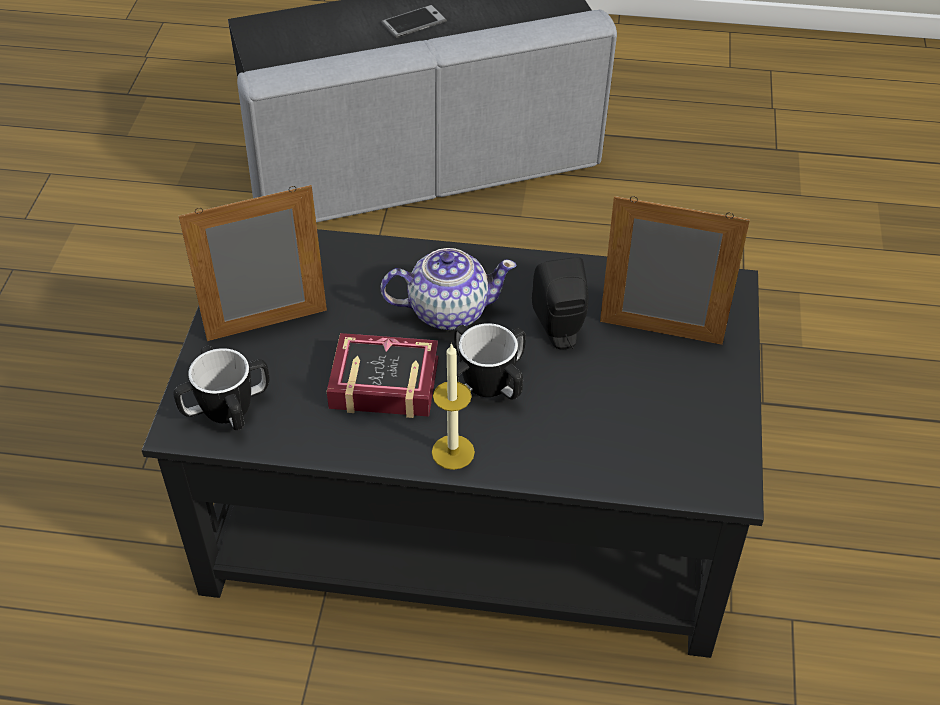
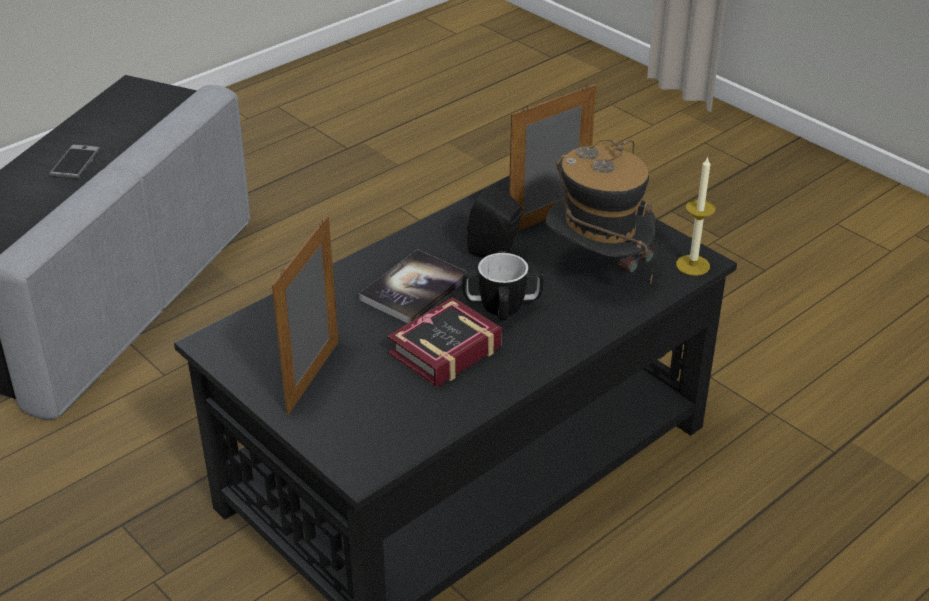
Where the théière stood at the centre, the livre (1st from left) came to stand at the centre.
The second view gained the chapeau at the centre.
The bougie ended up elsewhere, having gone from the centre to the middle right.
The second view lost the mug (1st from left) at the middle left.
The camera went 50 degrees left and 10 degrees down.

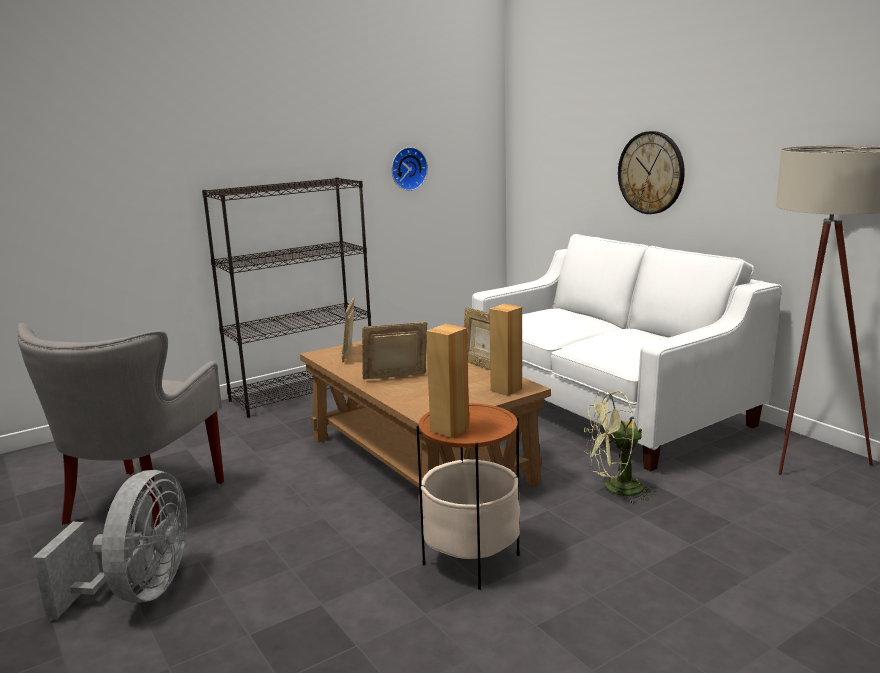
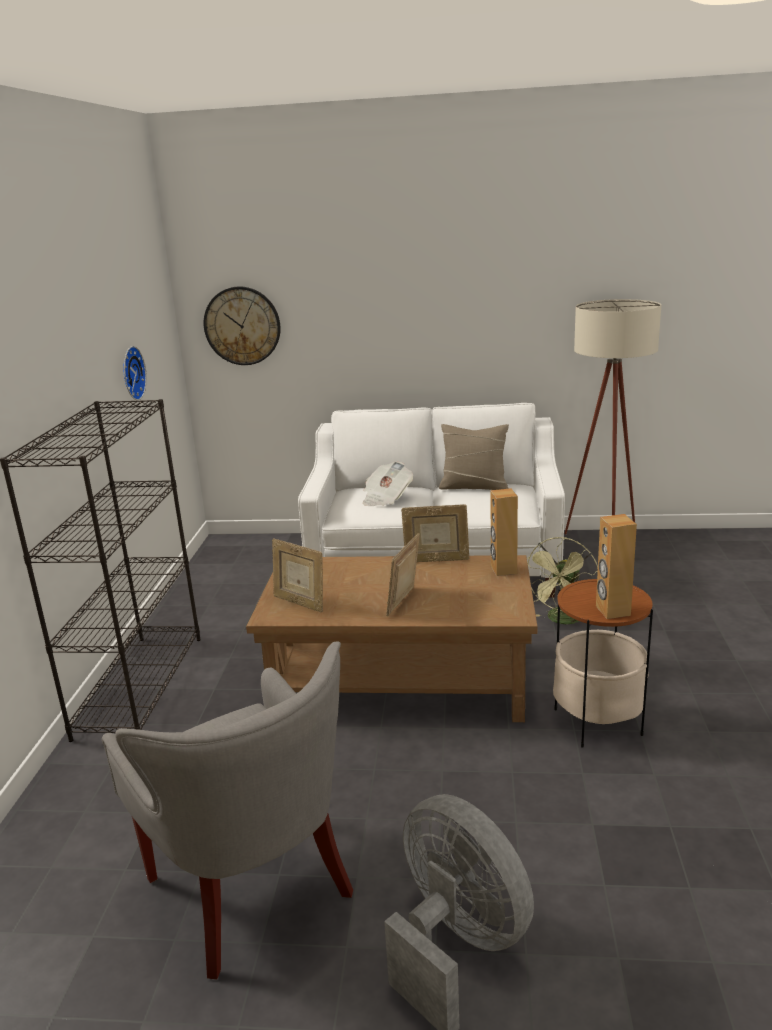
The horloge murale (2nd from left) ended up elsewhere, having gone from the top right to the top left.
The second view gained the journal at the centre.
The second view gained the coussin/beige at the centre.
The camera went 50 degrees left and 5 degrees up.

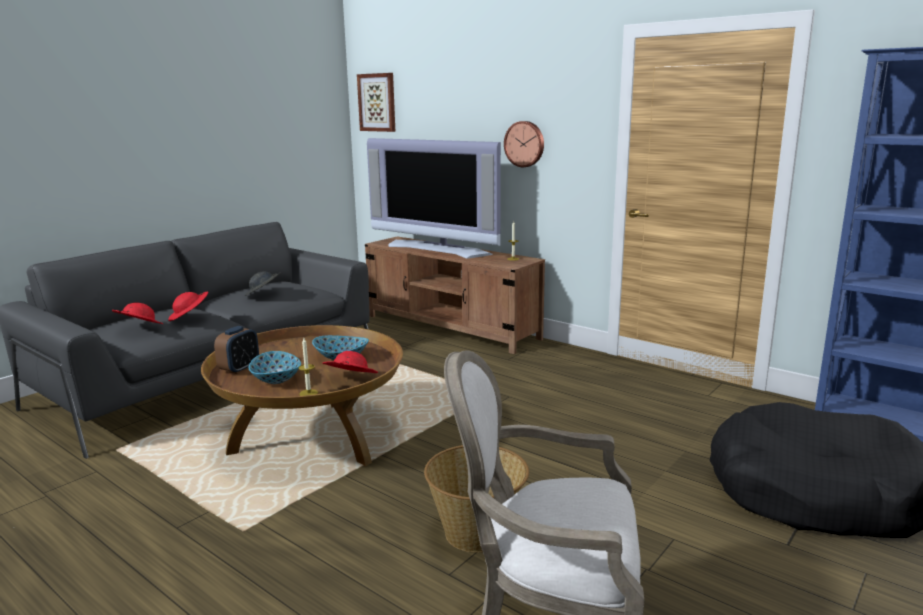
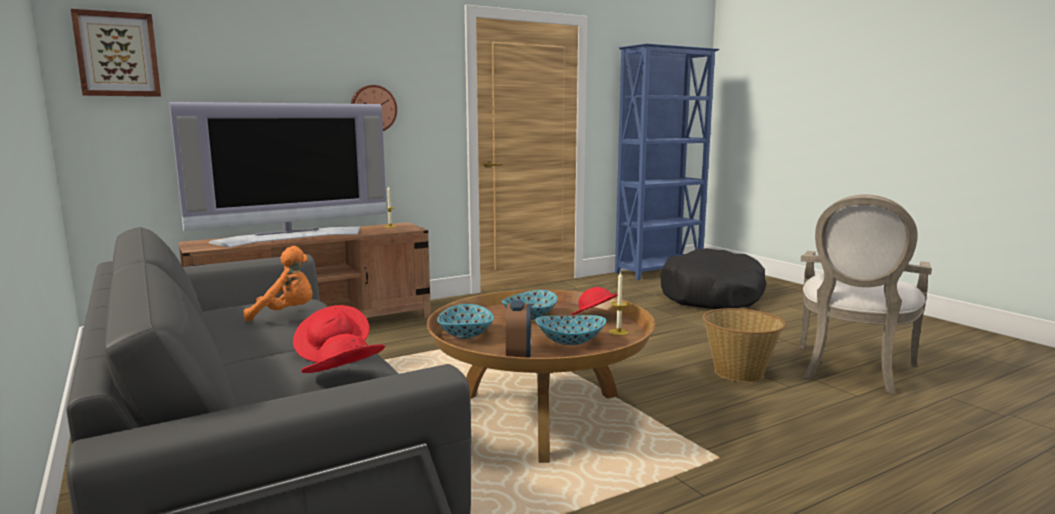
Where the chapeau/gris stood at the middle left, the peluche/orange came to stand at the middle left.
The second view gained the bol (1st from left) at the centre.
The réveil at the middle left ended up facing another way, 45 degrees clockwise from before.
The camera went 70 degrees left and 5 degrees down.

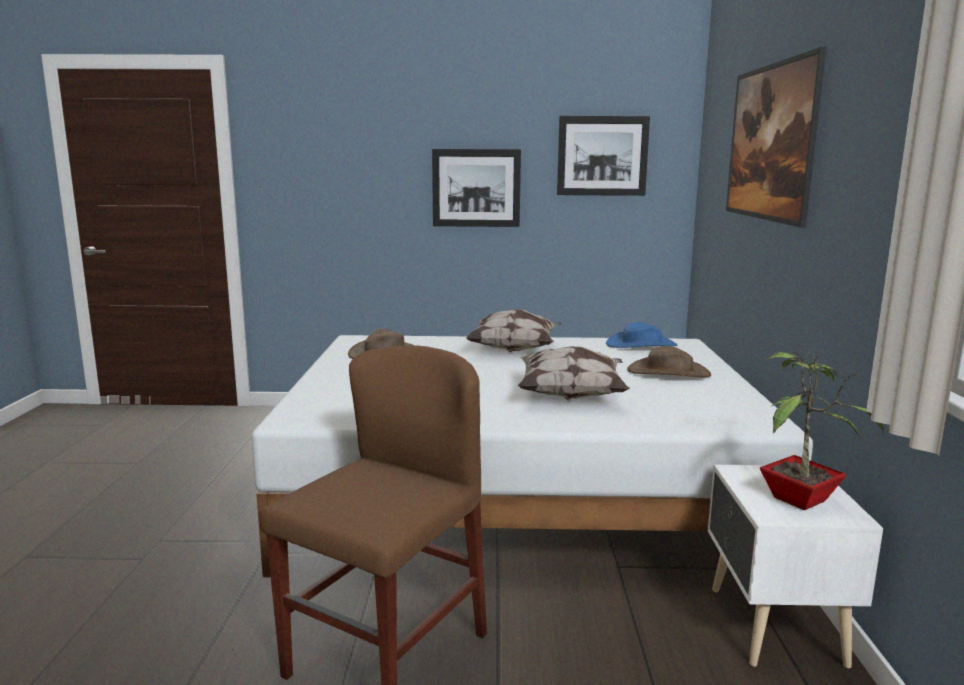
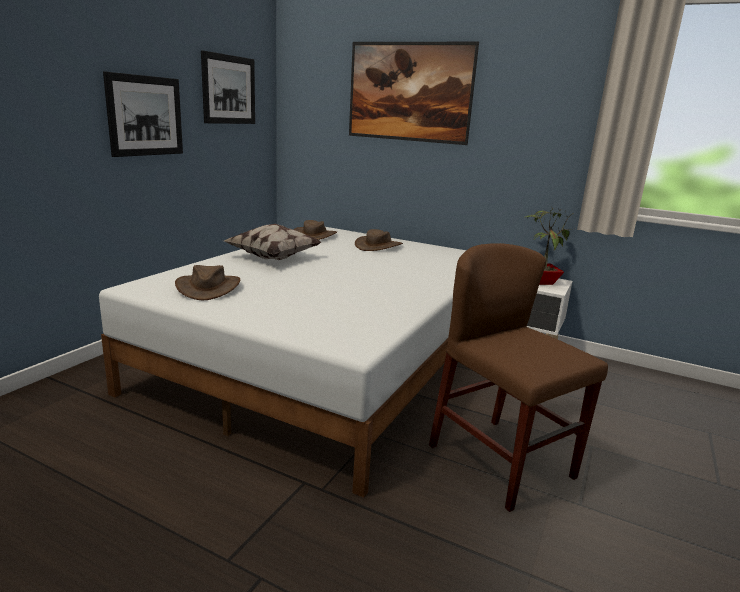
What was the chapeau/bleu at the centre turned into the chapeau/marron (2nd from left) at the centre.
The second view lost the coussin (2nd from left) at the centre.
The camera went 65 degrees left and 5 degrees up.

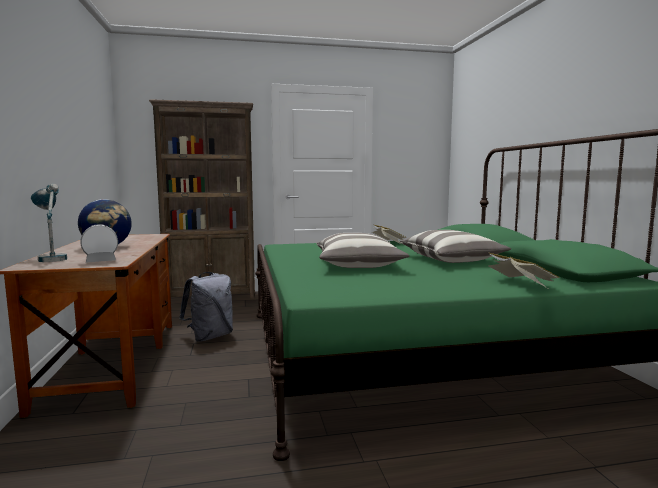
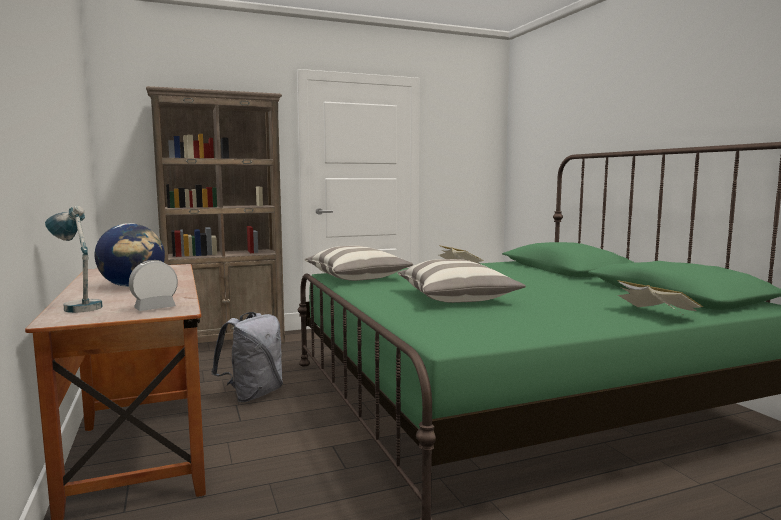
The coussin (2nd from left in the first image) ended up elsewhere, having gone from the middle right to the centre.
The camera went 10 degrees left and 0 degrees up.

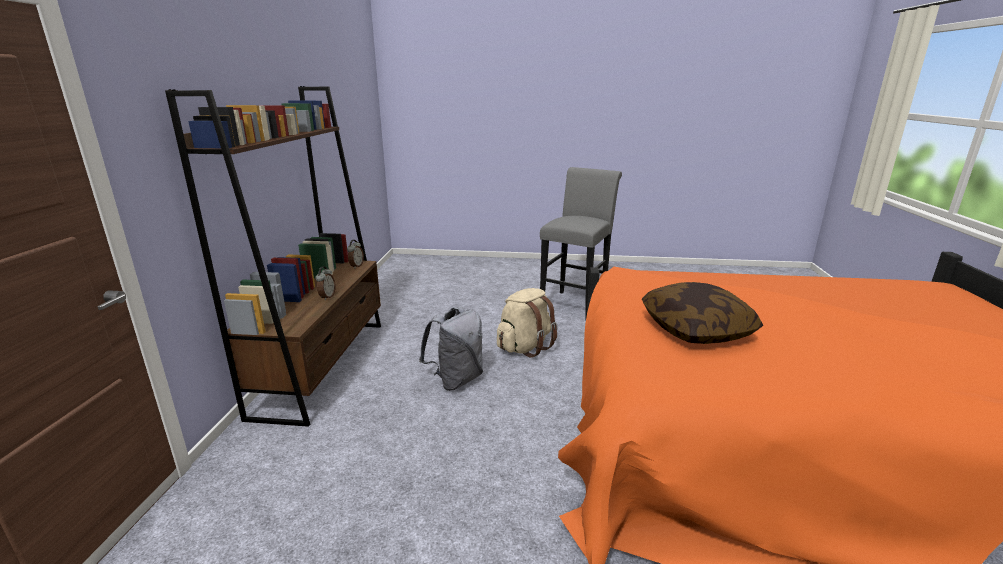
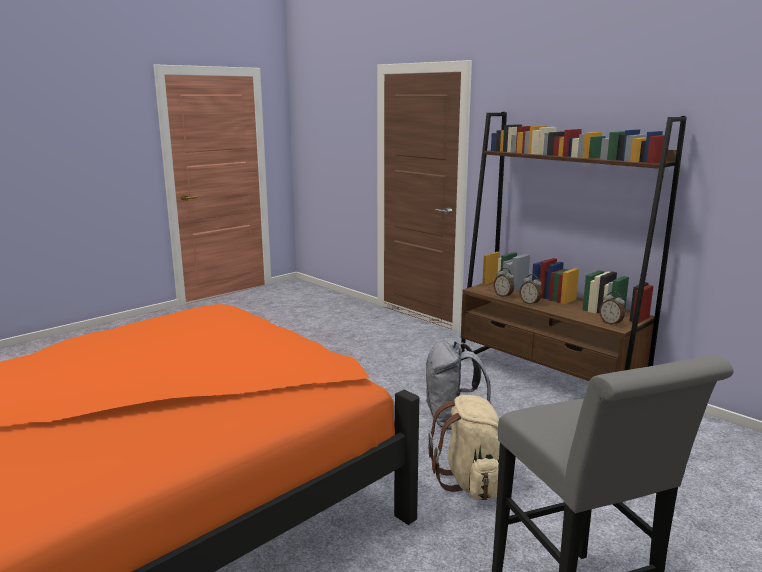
The second view gained the réveil (1st from left) at the centre.
The second view lost the coussin at the middle right.
The camera went 130 degrees right and 5 degrees down.

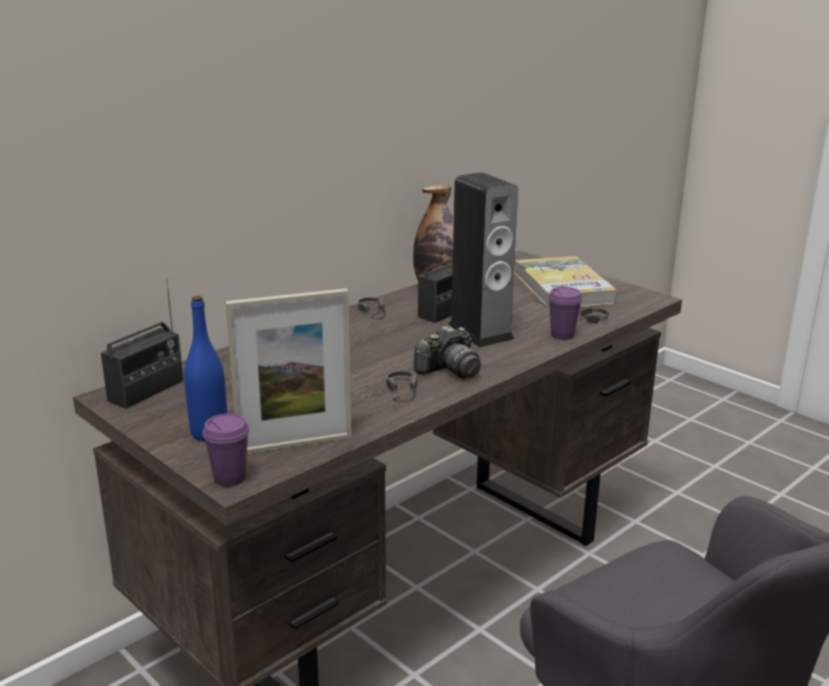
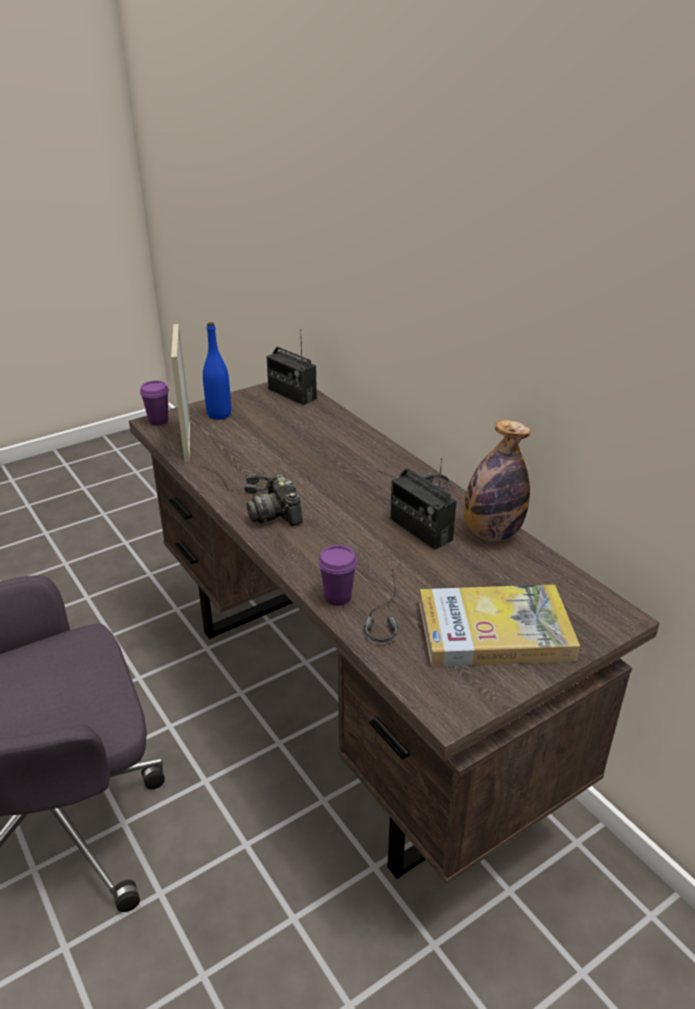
The second view lost the enceinte at the centre.
The camera went 100 degrees right and 10 degrees up.

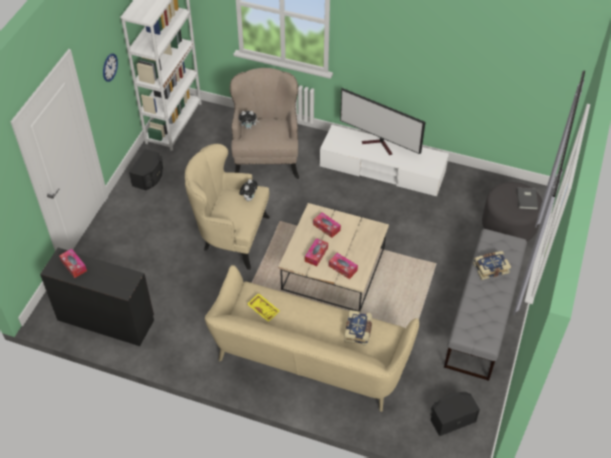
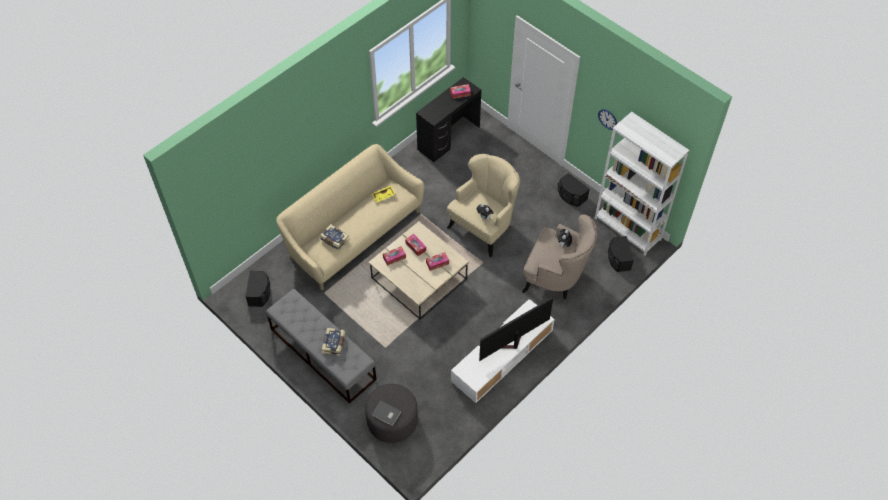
The second view gained the enceinte/noir (3rd from left) at the middle right.
The camera went 115 degrees right and 5 degrees up.

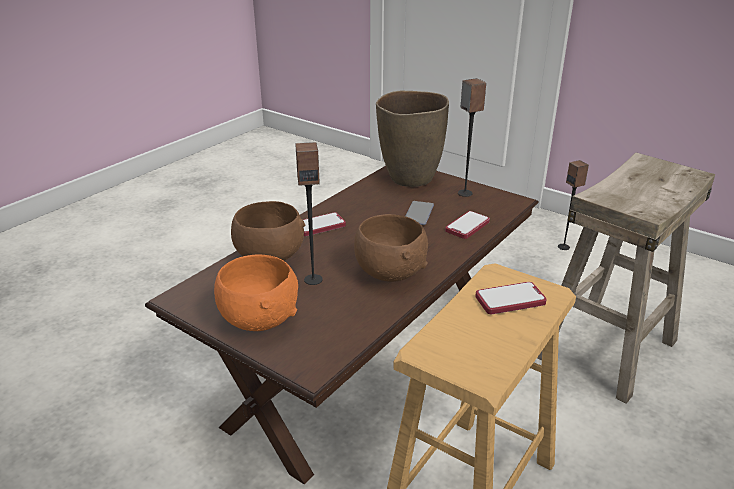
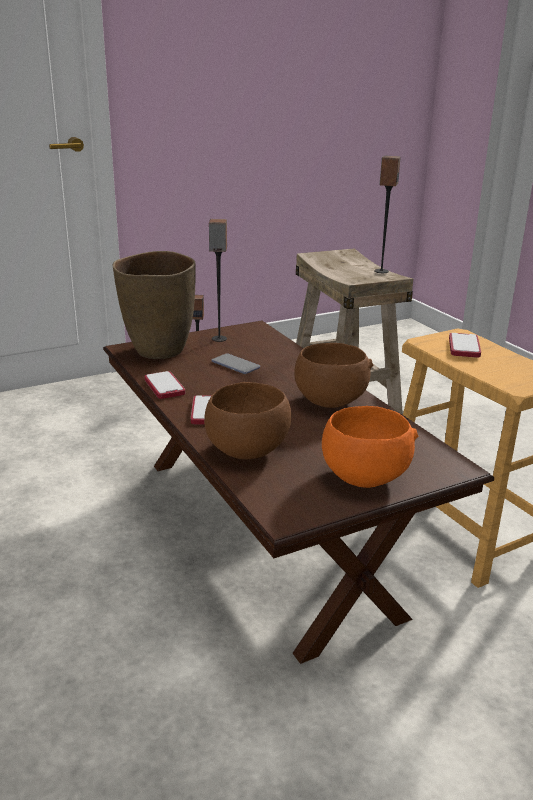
The téléphone (3rd from left in the first image) ended up elsewhere, having gone from the centre to the middle left.
The enceinte (1st from left in the first image) ended up elsewhere, having gone from the centre to the top right.
The camera went 65 degrees left and 5 degrees down.

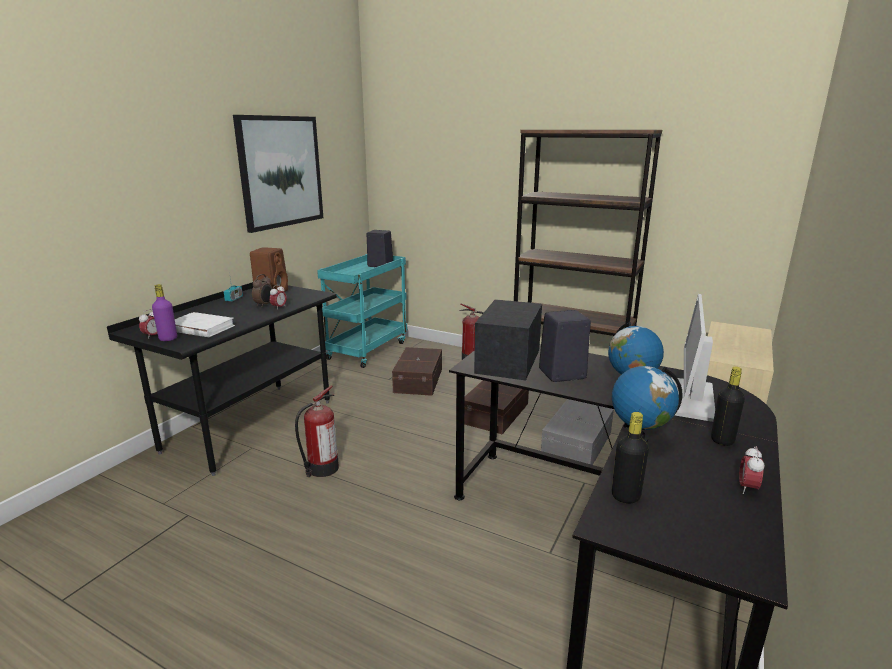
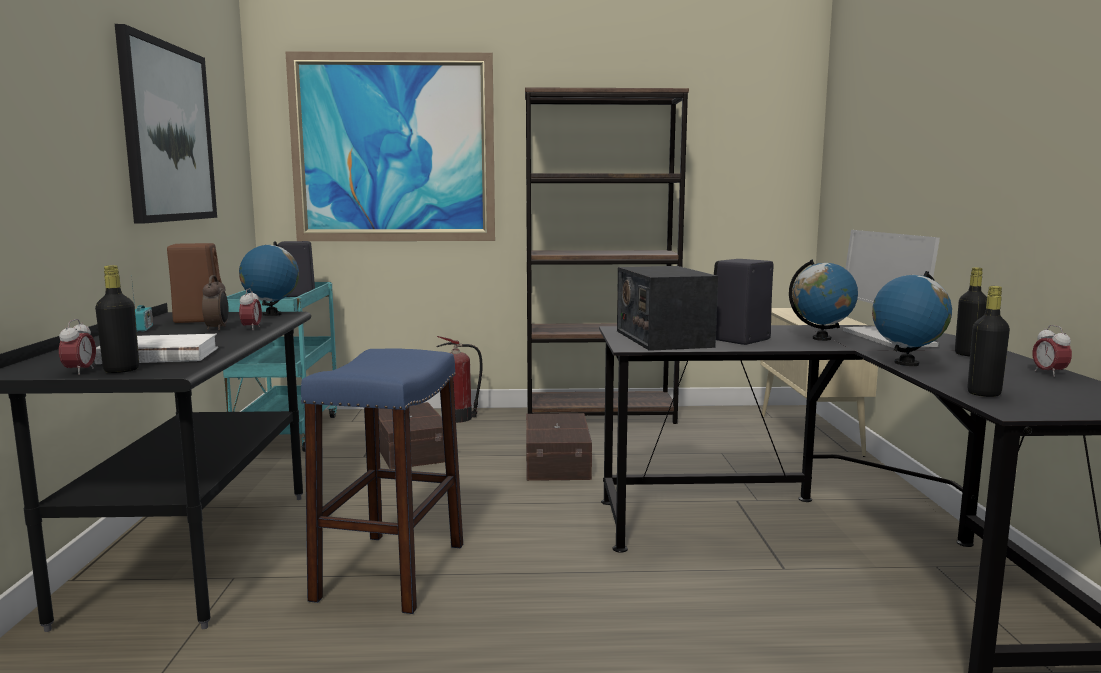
What was the bouteille/violet at the middle left turned into the bouteille/noir (1st from left) at the middle left.
The second view gained the globe (1st from left) at the middle left.
The second view gained the tableau (2nd from left) at the top centre.
Where the extincteur (1st from left) stood at the centre, the tabouret/bleu came to stand at the bottom centre.
The second view lost the boîte de rangement/gris at the centre.
The camera went 30 degrees left and 10 degrees down.

